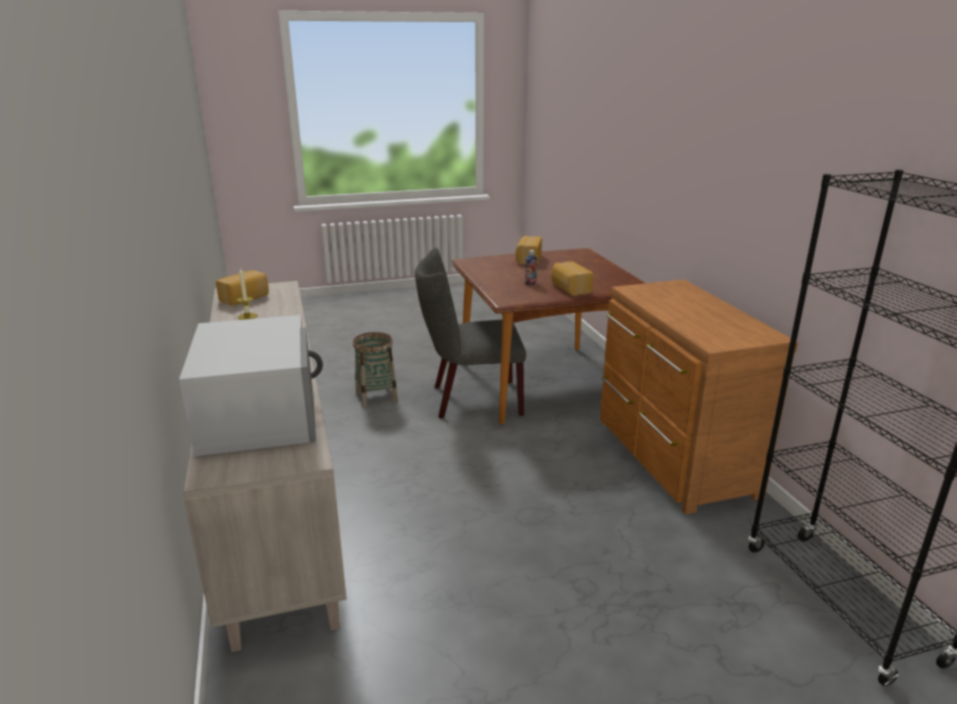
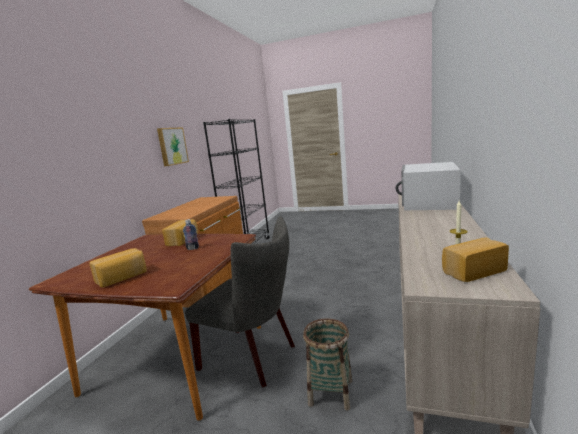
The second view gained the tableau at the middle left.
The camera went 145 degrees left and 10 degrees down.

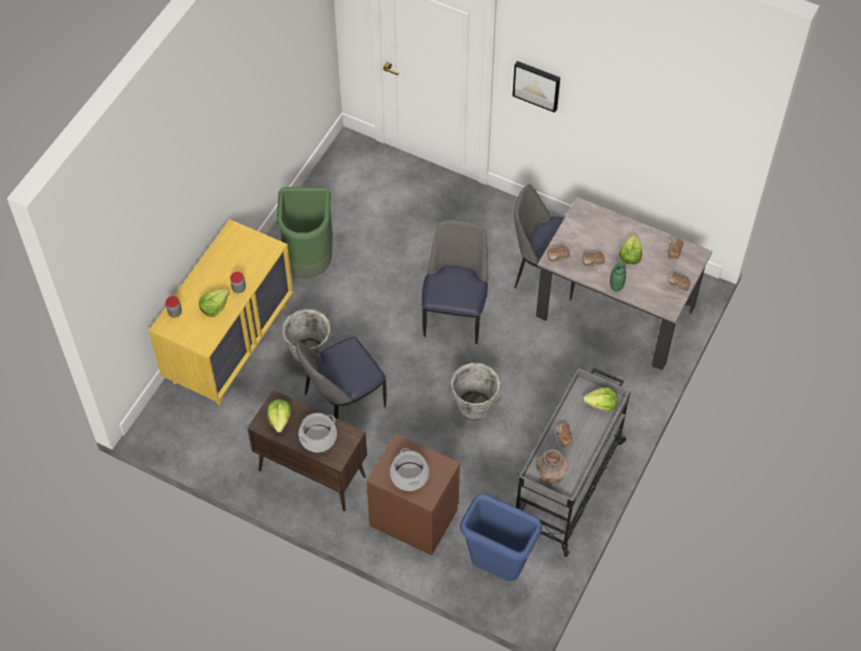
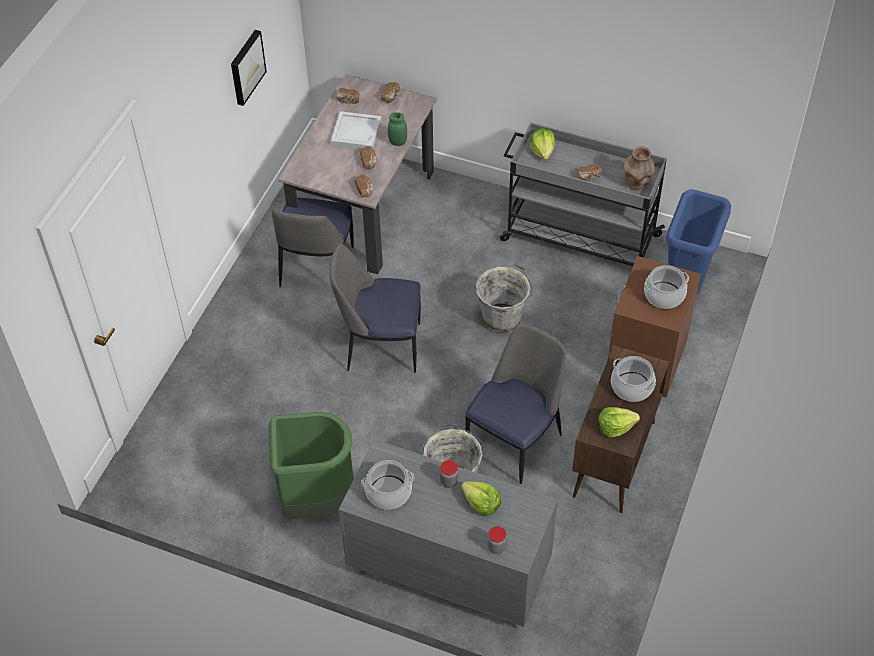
The tableau ended up elsewhere, having gone from the top centre to the top left.
Where the laitue (4th from left) stood at the middle right, the plateau/blanc came to stand at the top centre.
What was the commode/jaune at the middle left turned into the commode/gris at the bottom centre.
The second view gained the marmite (1st from left) at the bottom centre.
The chaise (1st from left in the first image) at the centre ended up facing another way, 105 degrees counterclockwise from before.
The camera went 95 degrees left and 5 degrees down.

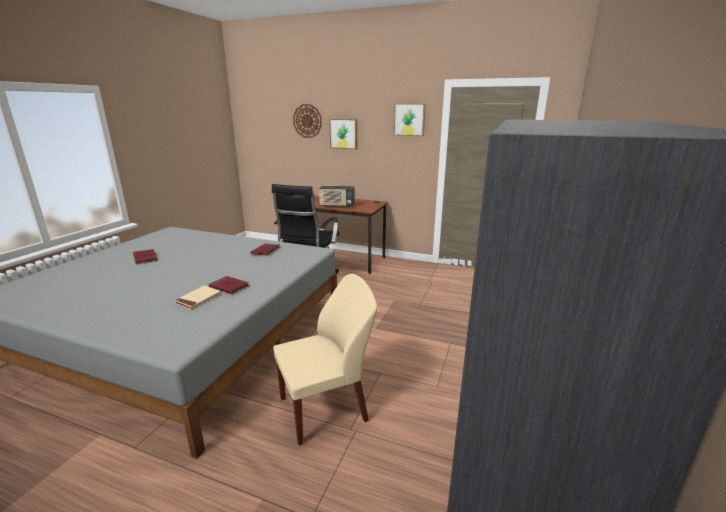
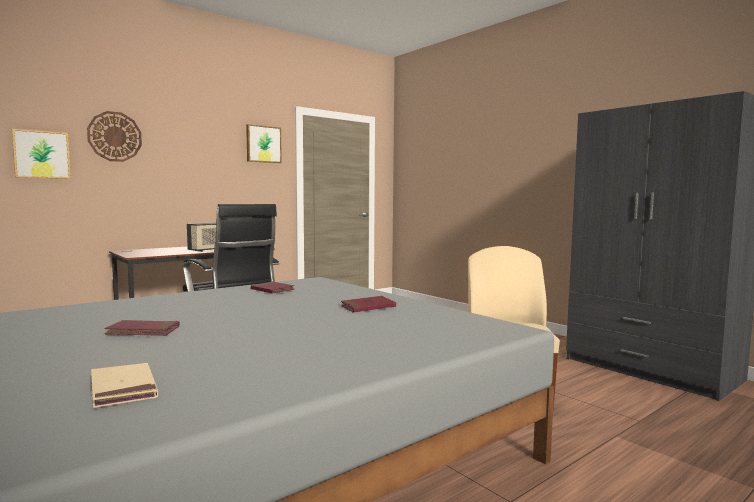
The tableau (1st from left) ended up elsewhere, having gone from the top centre to the top left.
The livre/beige ended up elsewhere, having gone from the middle left to the bottom left.
The camera went 60 degrees left and 15 degrees down.

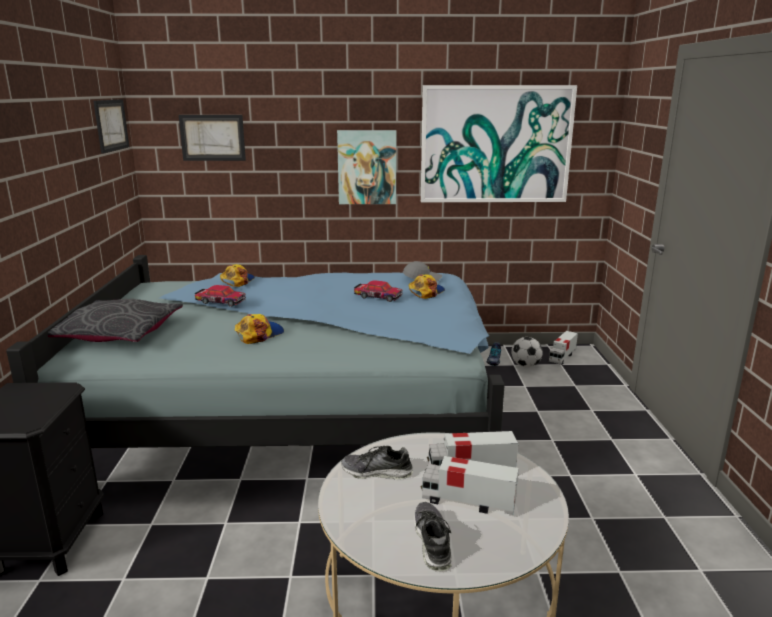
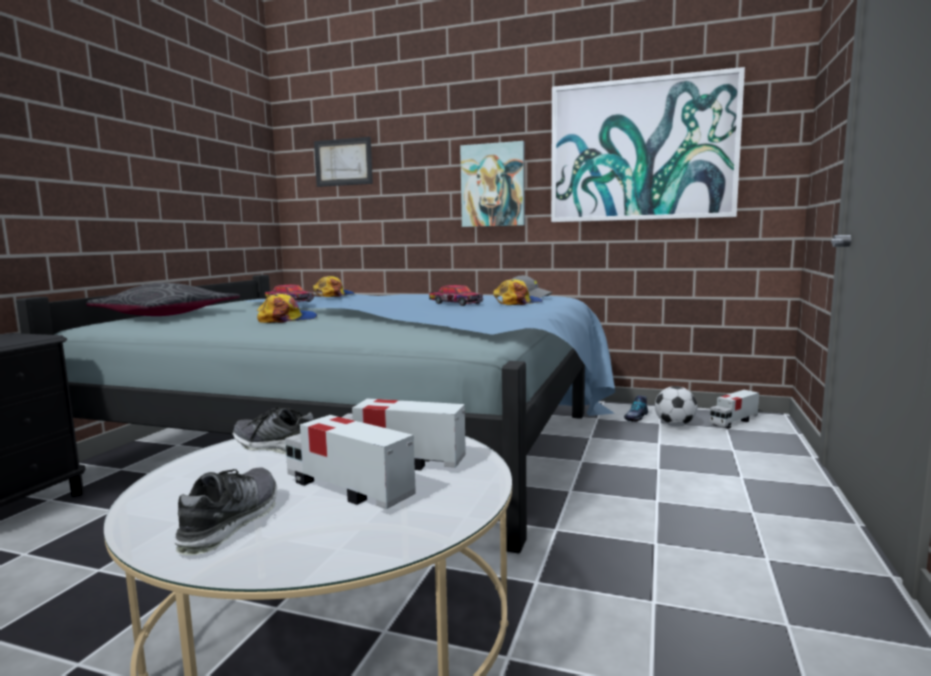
The second view lost the tableau (1st from left) at the top left.
The camera went 20 degrees right and 10 degrees down.

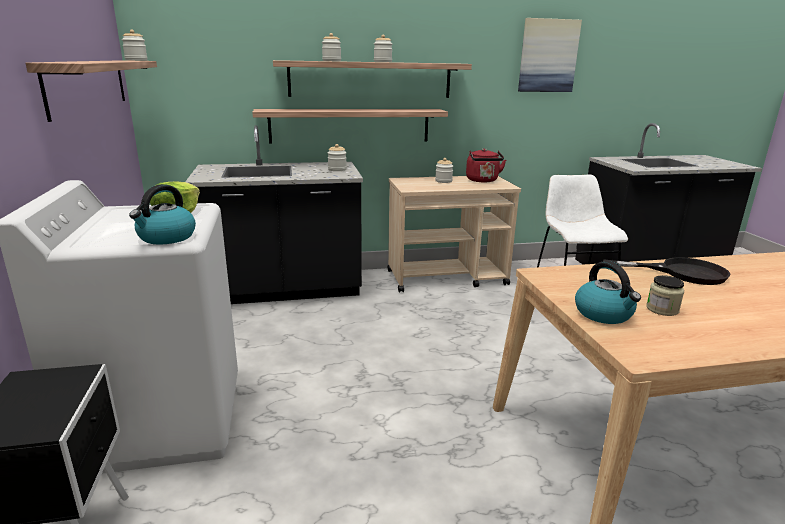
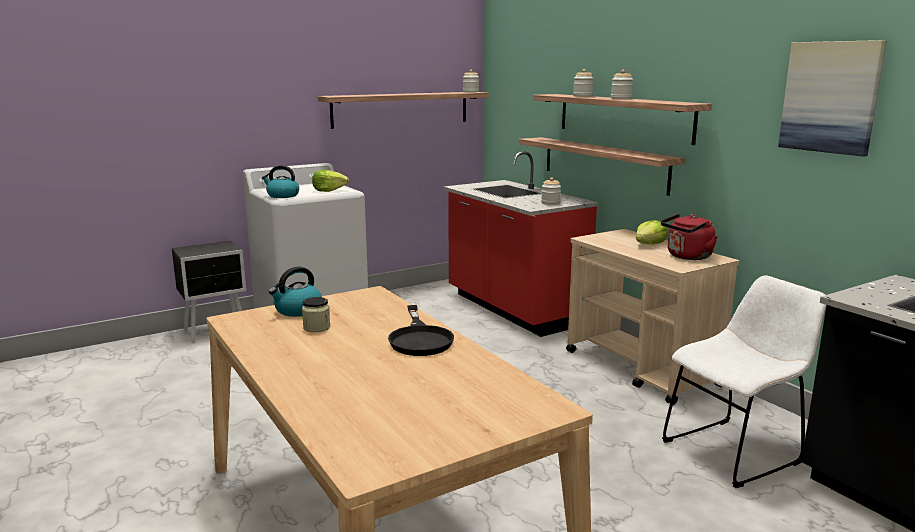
What was the comptoir de cuisine/noir (1st from left) at the centre turned into the comptoir de cuisine/rouge at the centre.
Where the bocal (5th from left) stood at the top centre, the laitue (2nd from left) came to stand at the middle right.
The camera went 70 degrees right and 5 degrees down.

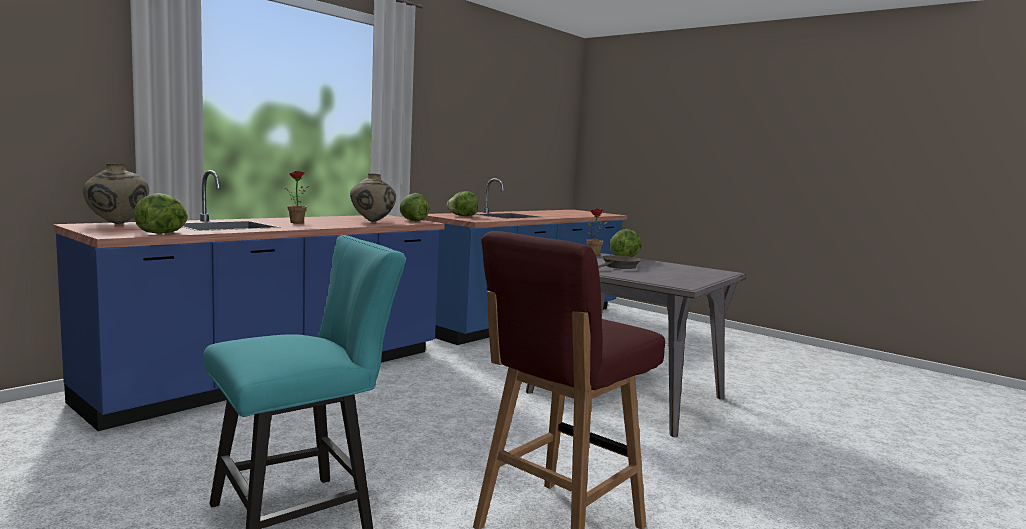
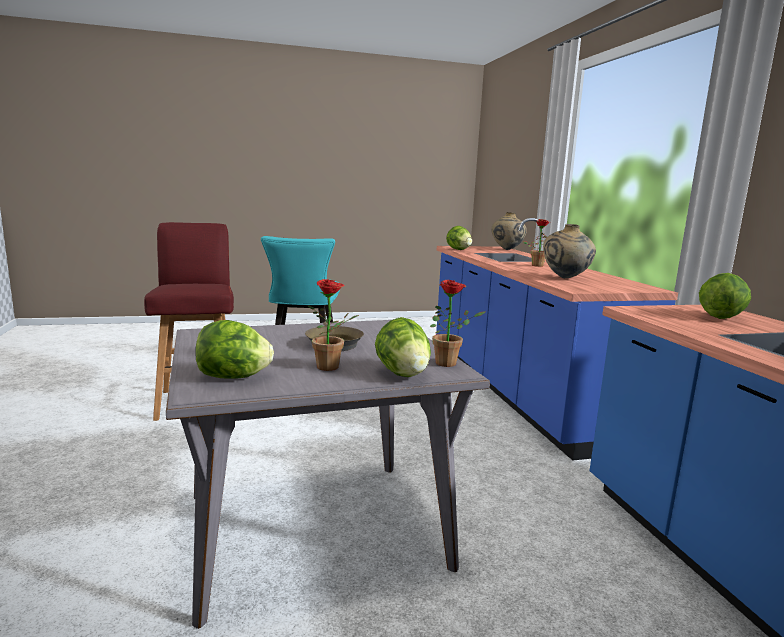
The laitue (2nd from left in the first image) ended up elsewhere, having gone from the centre to the middle left.
The second view gained the plante en pot (1st from left) at the centre.
The camera went 125 degrees right and 5 degrees up.

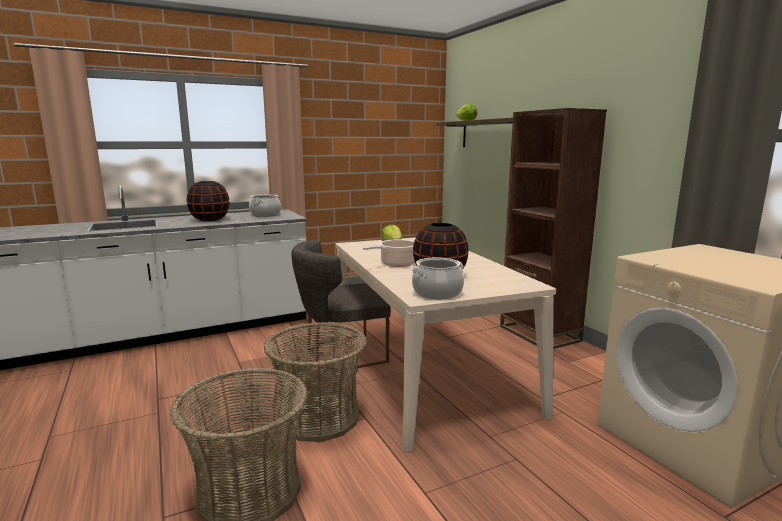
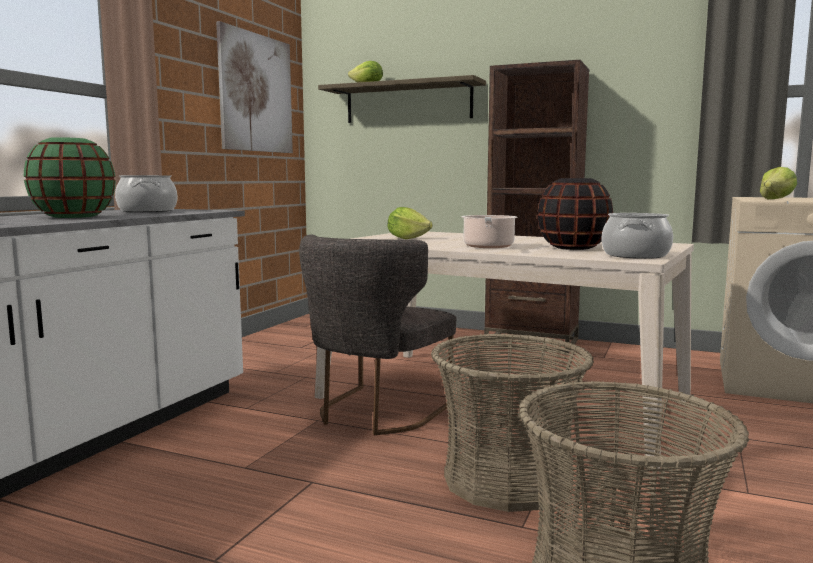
What was the vase/noir (1st from left) at the middle left turned into the vase/vert at the top left.
The second view gained the tableau at the top left.
The second view gained the laitue (3rd from left) at the top right.
The camera went 40 degrees left and 5 degrees down.

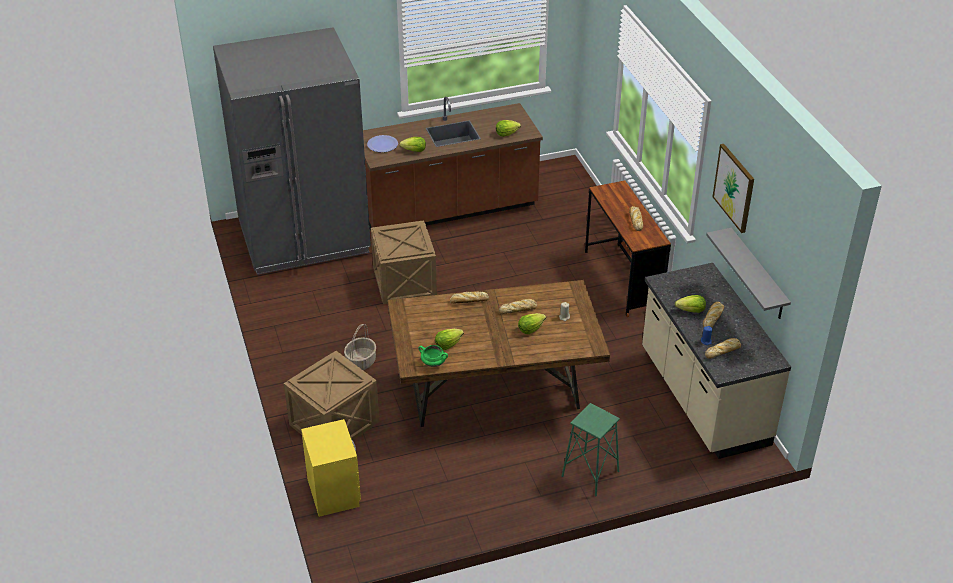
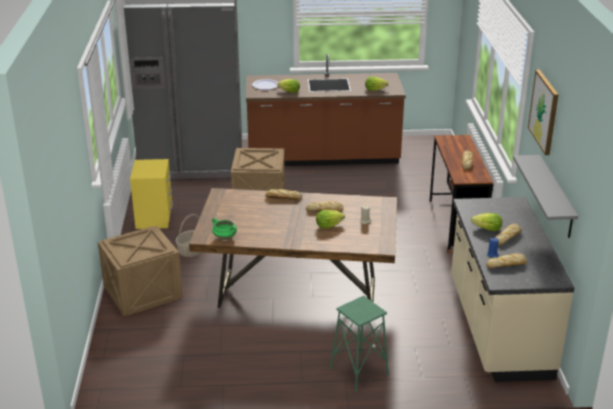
The table de chevet/jaune ended up elsewhere, having gone from the bottom centre to the middle left.
The second view lost the laitue (2nd from left) at the centre.
The camera went 15 degrees right and 10 degrees down.

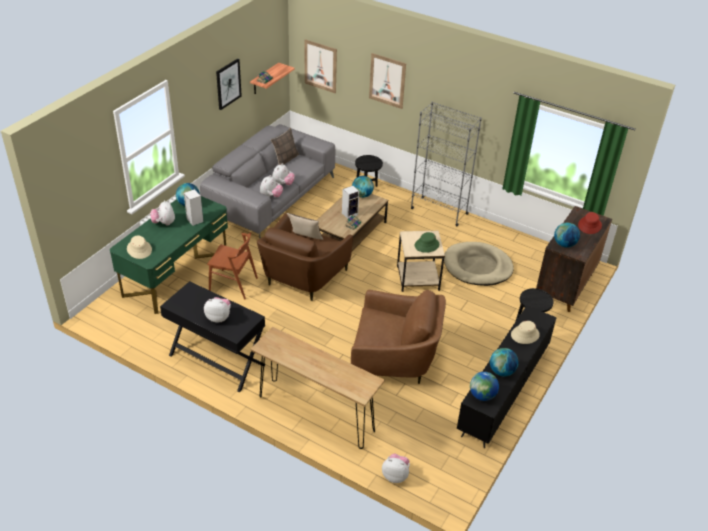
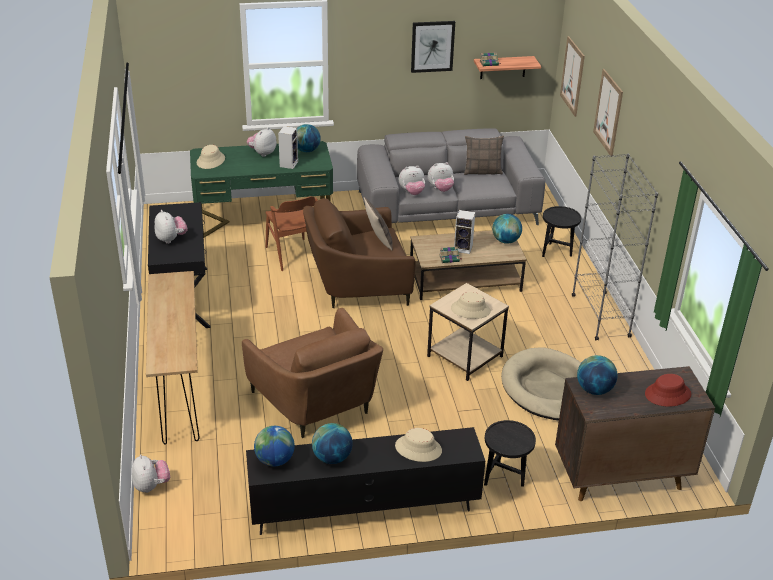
What was the chapeau/vert at the centre turned into the chapeau/beige (3rd from left) at the centre.
The camera went 50 degrees right and 5 degrees down.

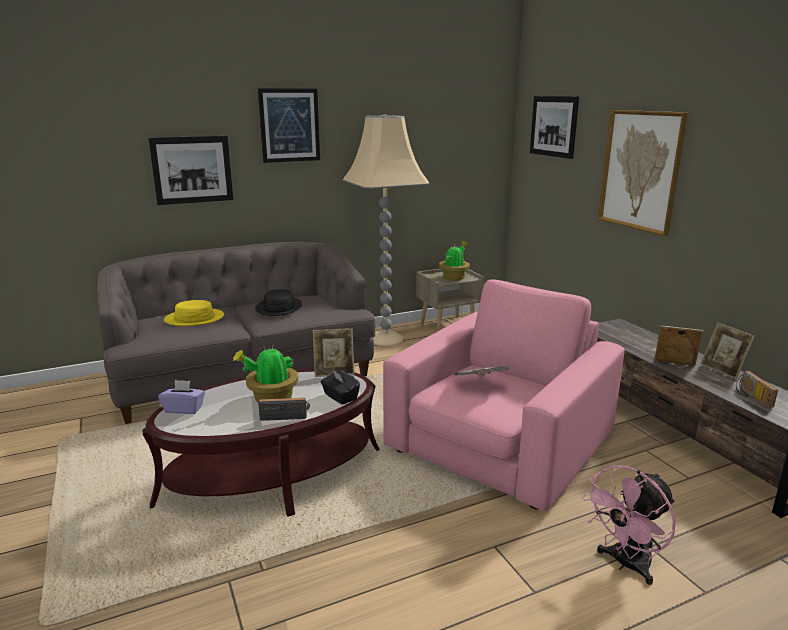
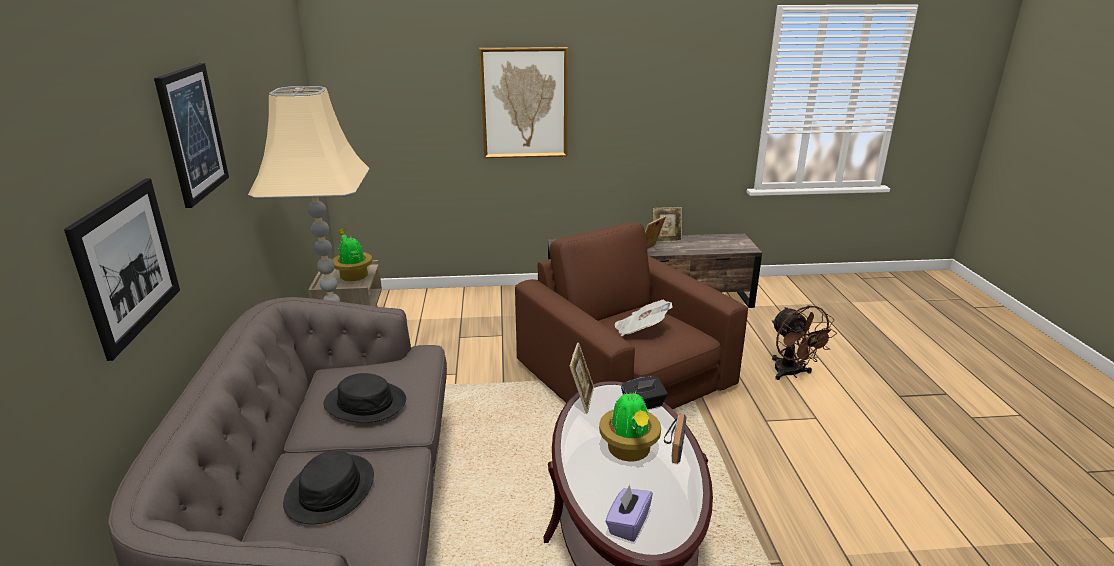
What was the chapeau/jaune at the middle left turned into the chapeau/noir (1st from left) at the bottom left.
What was the fauteuil/rose at the centre turned into the fauteuil/marron at the centre.
What was the ventilateur/rose at the bottom right turned into the ventilateur/marron at the middle right.
The second view lost the tableau (3rd from left) at the top right.
The second view lost the radio (2nd from left) at the middle right.
The camera went 70 degrees left and 5 degrees up.

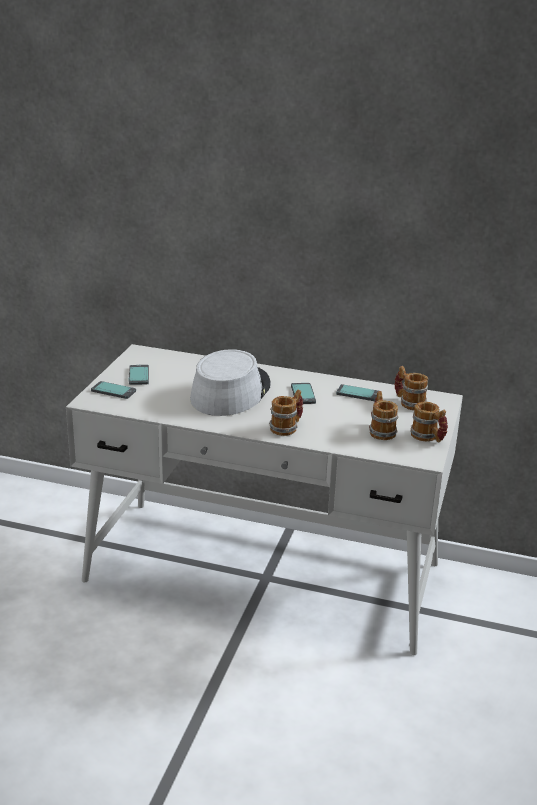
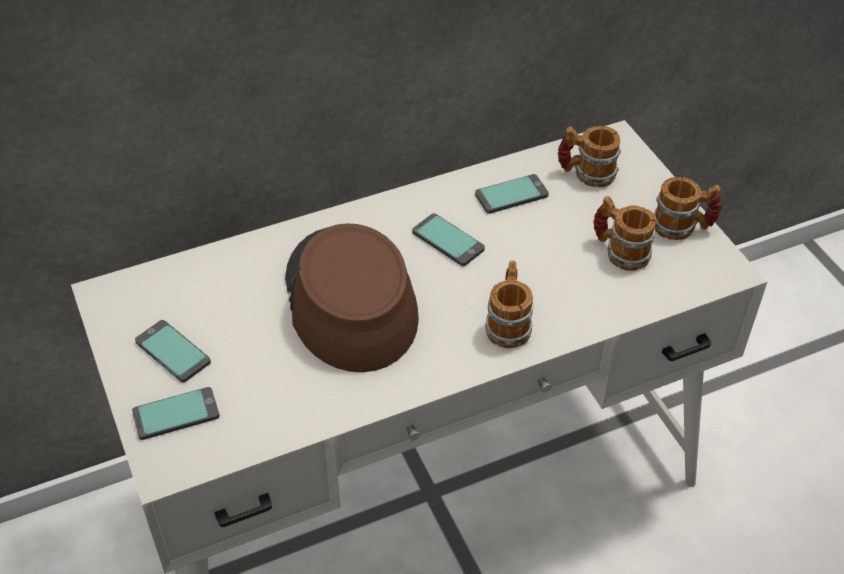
What was the chapeau/gris at the centre turned into the chapeau/marron at the centre.
The camera went 40 degrees left and 20 degrees up.

